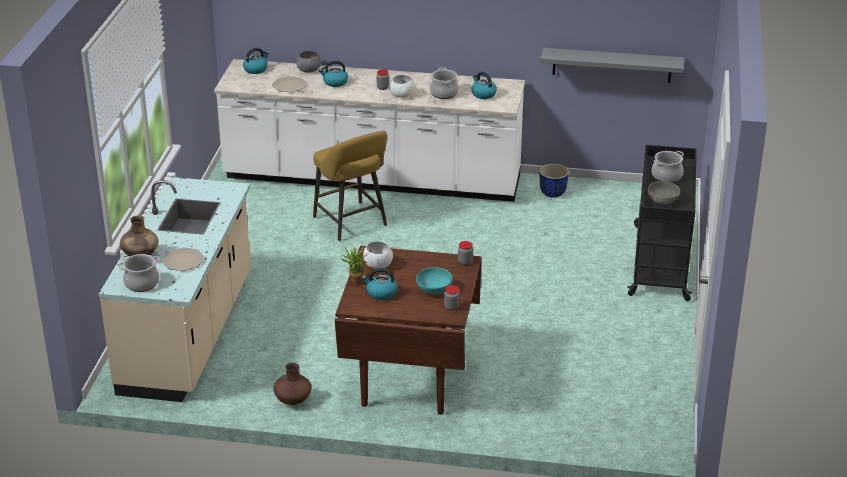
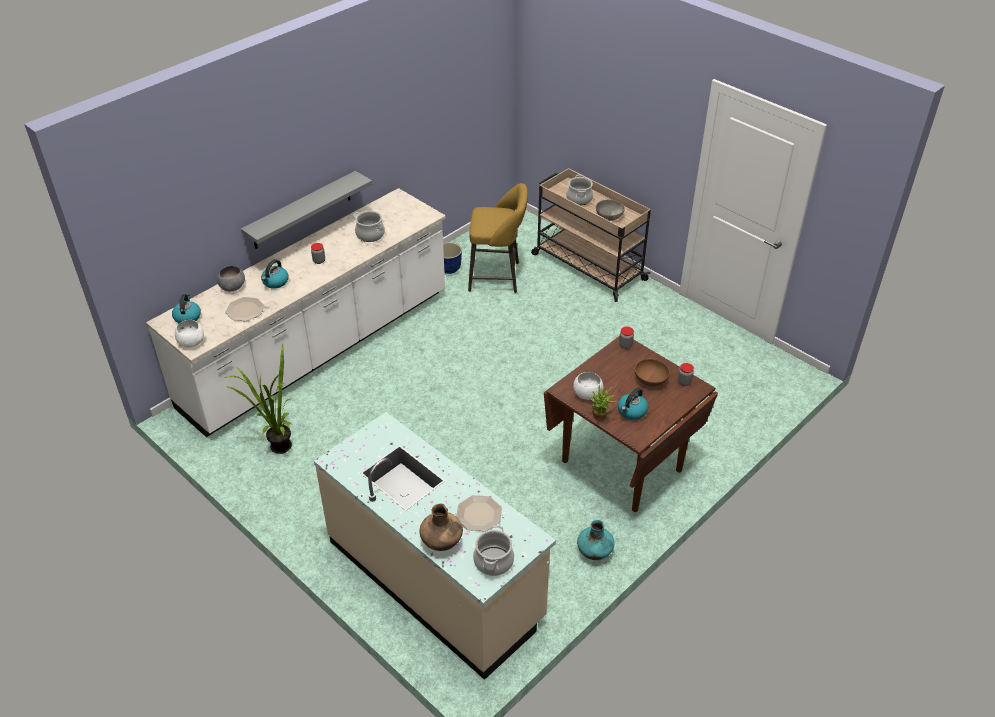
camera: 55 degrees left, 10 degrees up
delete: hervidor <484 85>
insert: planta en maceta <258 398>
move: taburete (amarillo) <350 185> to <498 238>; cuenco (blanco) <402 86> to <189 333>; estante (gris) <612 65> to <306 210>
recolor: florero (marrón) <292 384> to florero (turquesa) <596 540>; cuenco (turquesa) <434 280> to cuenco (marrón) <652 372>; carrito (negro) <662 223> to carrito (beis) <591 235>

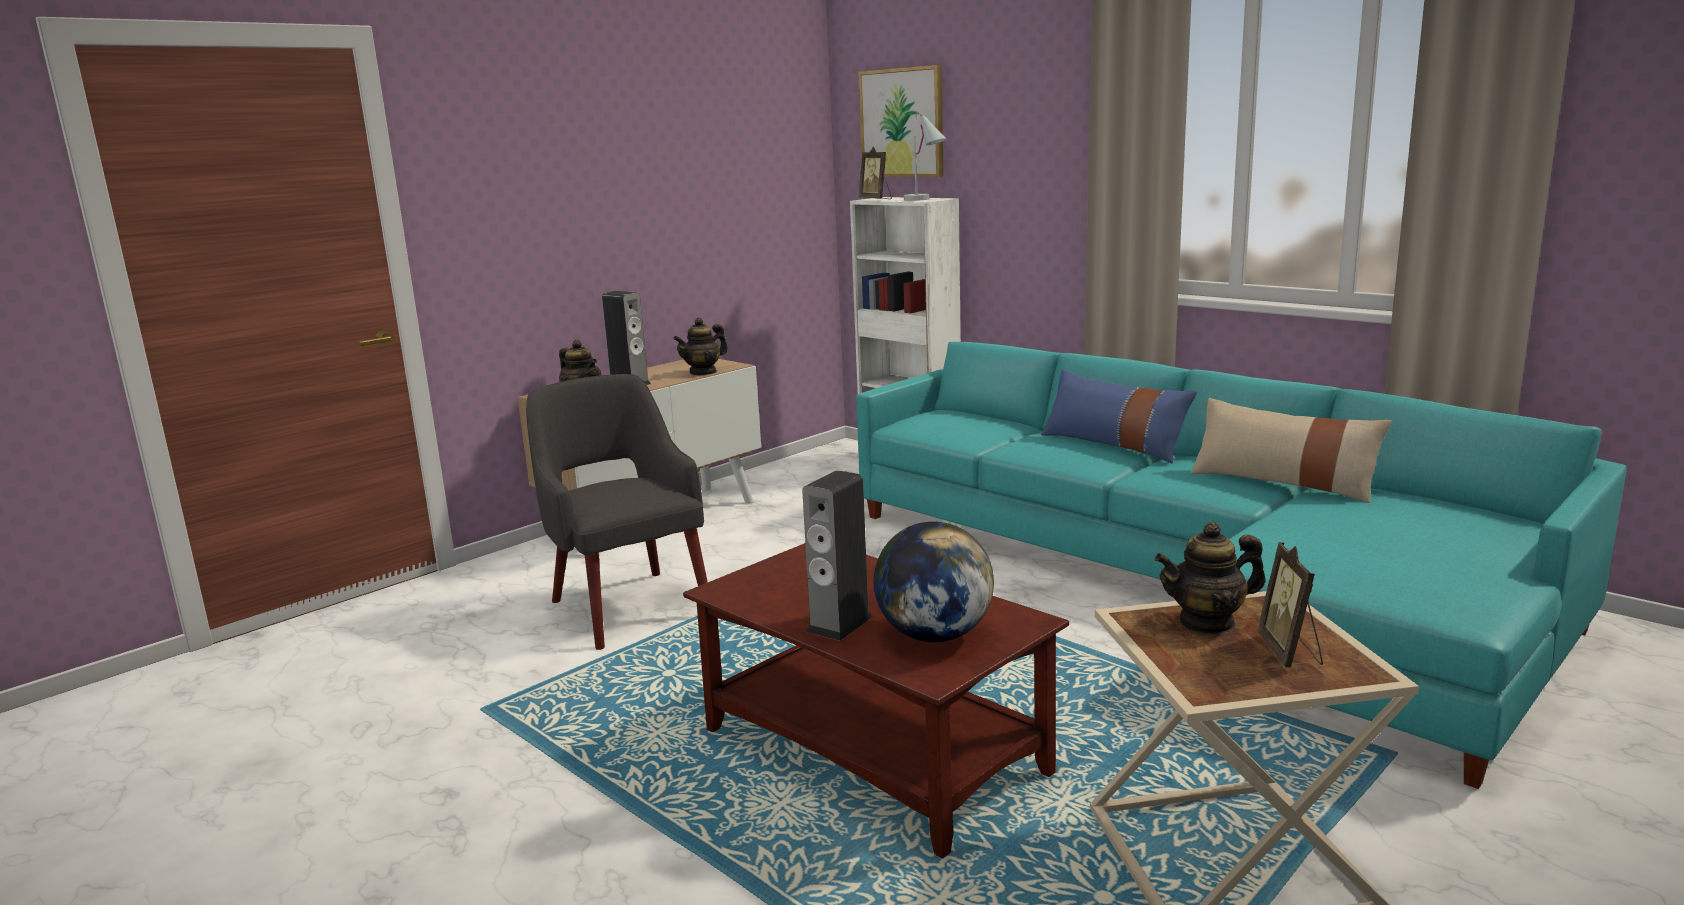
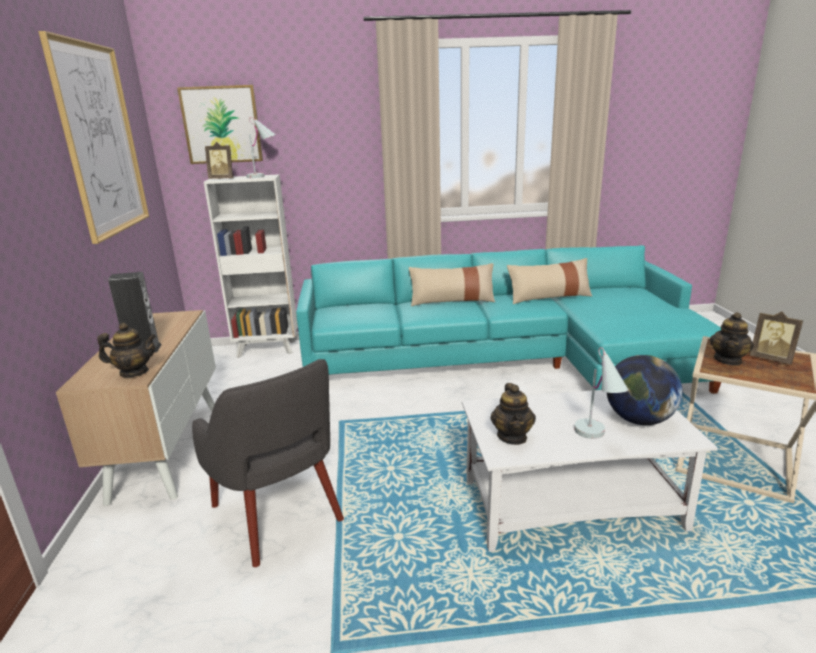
camera: 50 degrees left, 5 degrees up
insert: cuadro <93 137>
move: tetera <700 347> to <513 414>
replace: altavoz <837 555> to lámpara de mesa (blanco) <601 393>
recolor: mesa de centro (marrón) <876 700> to mesa de centro (blanco) <589 471>; cojín (azul) <1119 416> to cojín (beis) <452 284>
rotate: sillón (gris) <617 512> = <268 463> 135 degrees counterclockwise

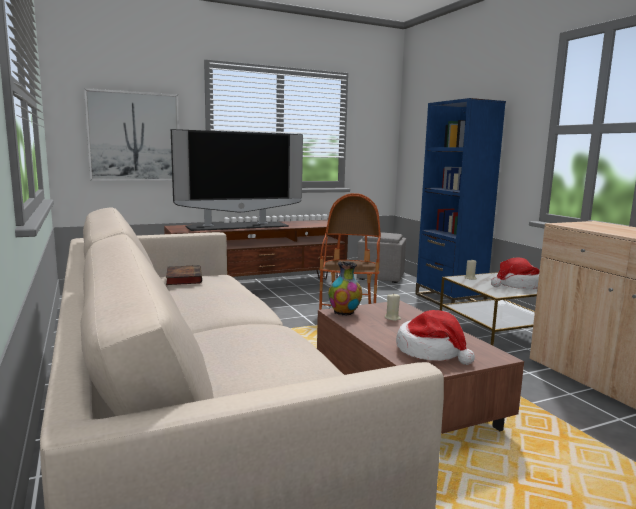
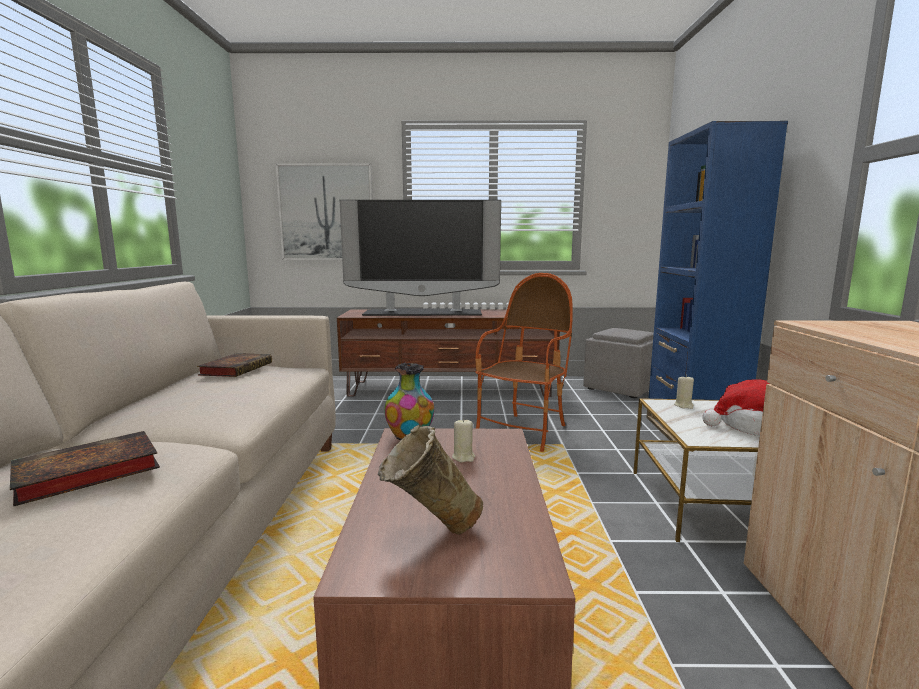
camera: 25 degrees right, 0 degrees up
insert: libro <85 468>
replace: sombrero <435 337> to florero (beis) <430 480>

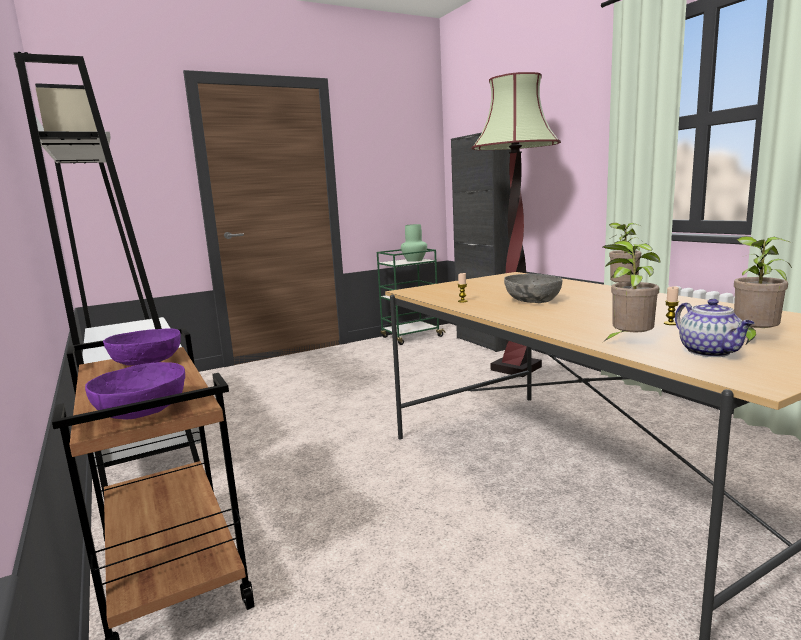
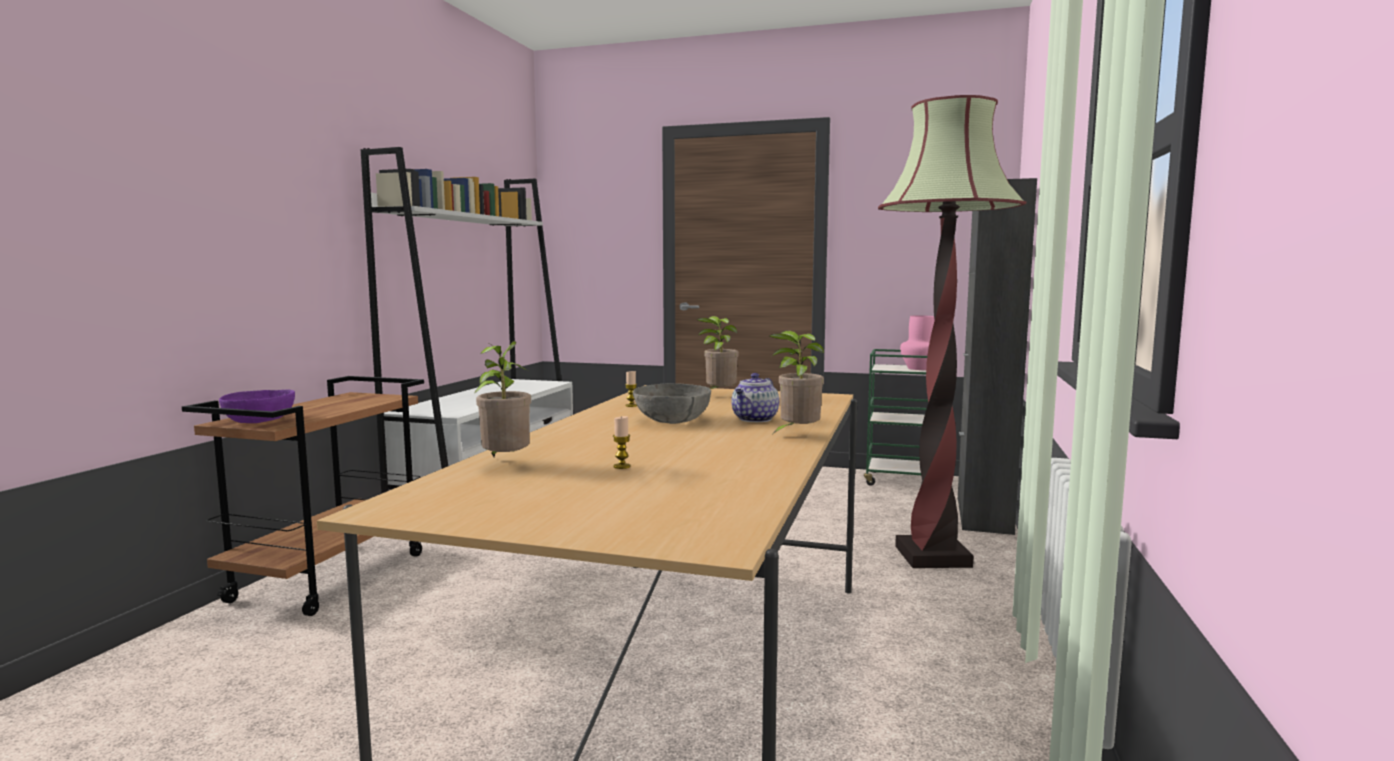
camera: 45 degrees right, 5 degrees down
delete: cuenco (morado) <142 347>
move: tetera <714 328> to <755 397>; planta en maceta <763 290> to <718 352>
recolor: florero (verde) <414 243> to florero (rosa) <917 343>

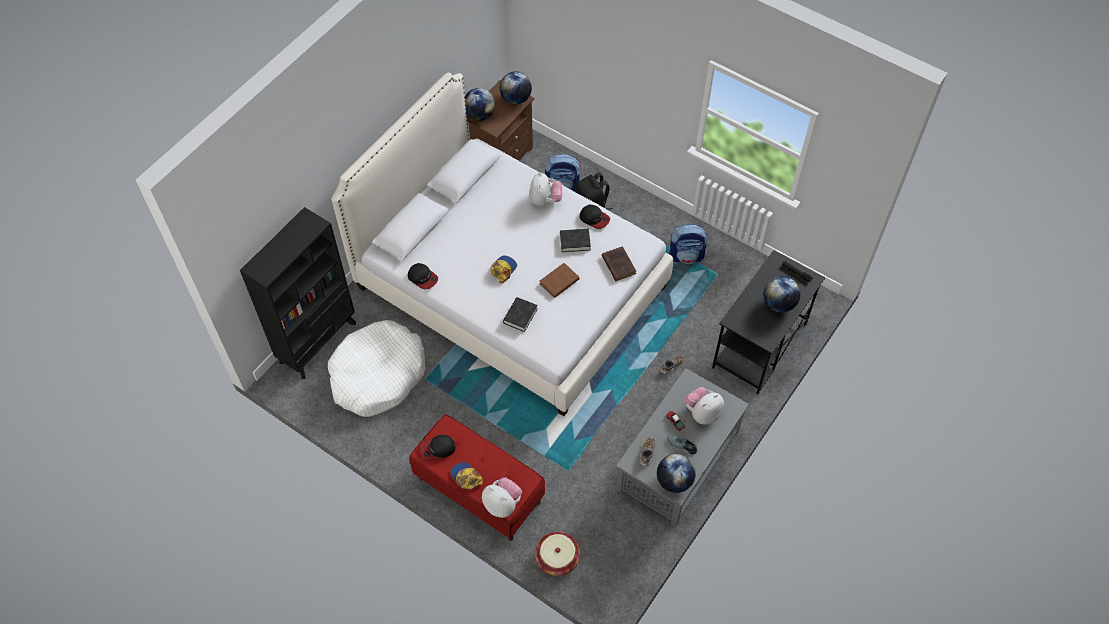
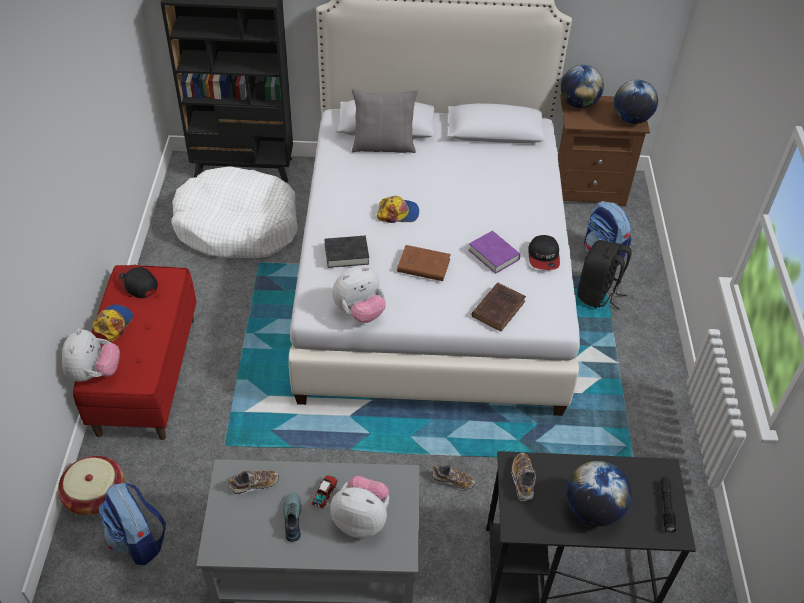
camera: 55 degrees right, 10 degrees down
delete: gorra <423 276>; globo terráqueo <676 473>
insert: cojín (gris) <385 121>; zapato <523 477>
move: peluche <546 189> to <359 294>; mochila <688 244> to <132 524>
recolor: libro (negro) <575 240> to libro (morado) <494 252>

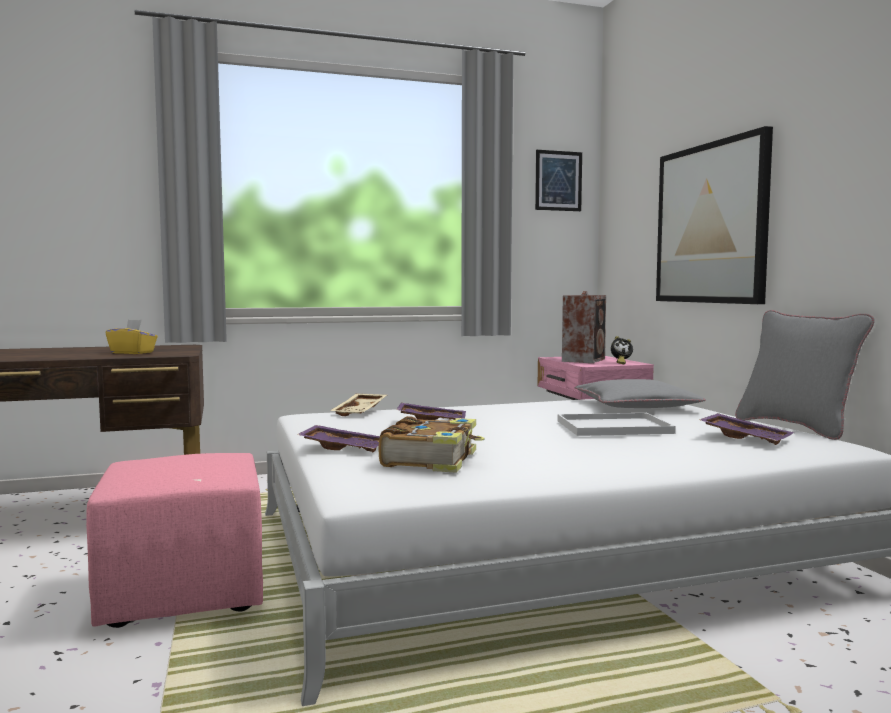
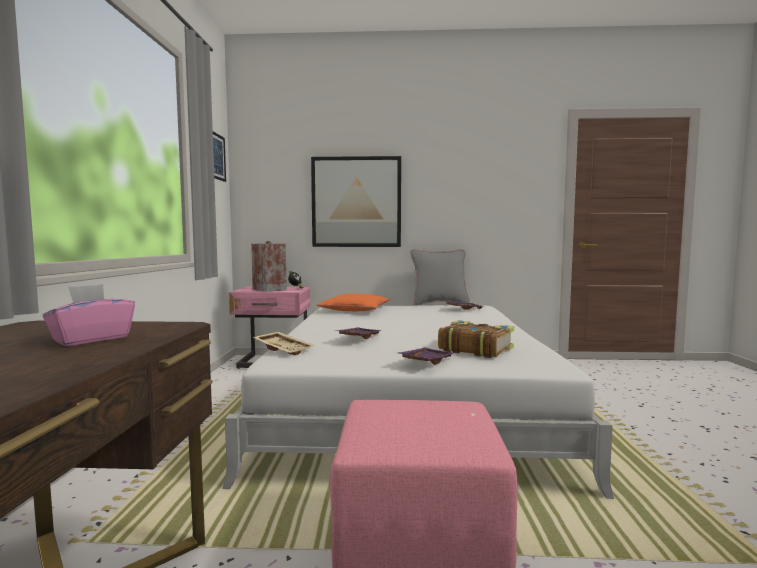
camera: 70 degrees left, 0 degrees up
delete: bandeja (blanco) <617 424>
recolor: caja de pañuelos (amarillo) <132 337> to caja de pañuelos (rosa) <88 315>; cojín (gris) <640 393> to cojín (naranja) <353 302>

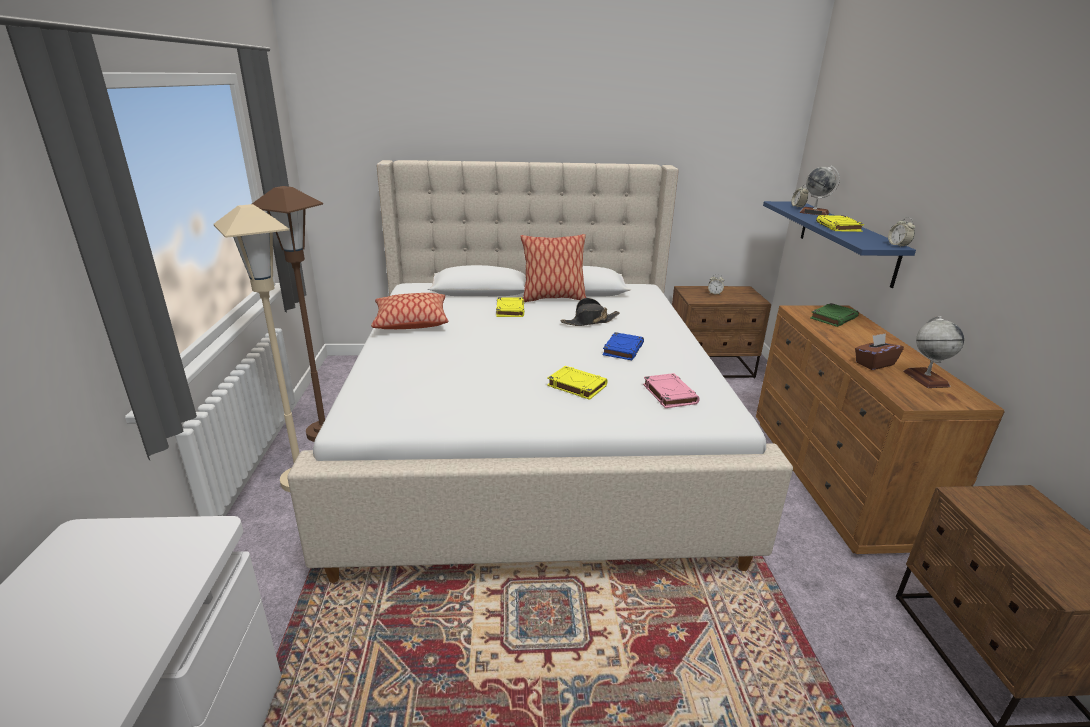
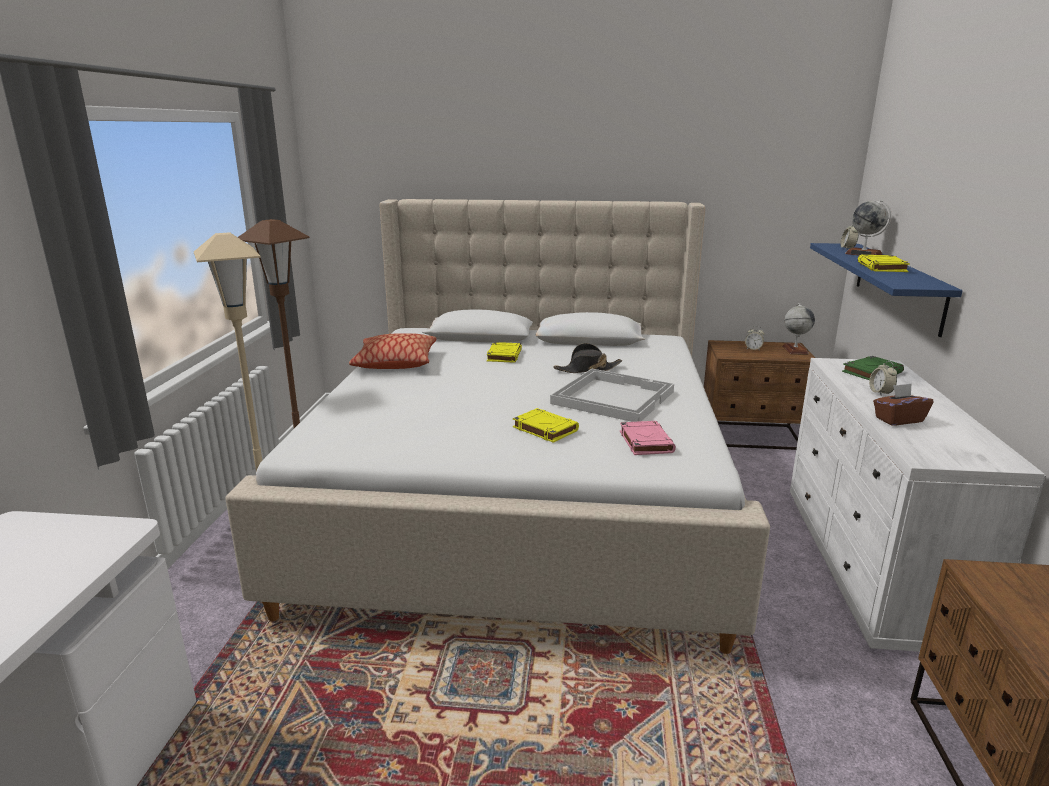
camera: 10 degrees right, 5 degrees down
delete: cojín <553 268>
move: despertador <901 232> to <883 378>; globo terráqueo <933 352> to <798 328>
replace: libro (azul) <623 346> to bandeja (blanco) <612 395>
recolor: cómoda (marrón) <880 429> to cómoda (blanco) <918 505>

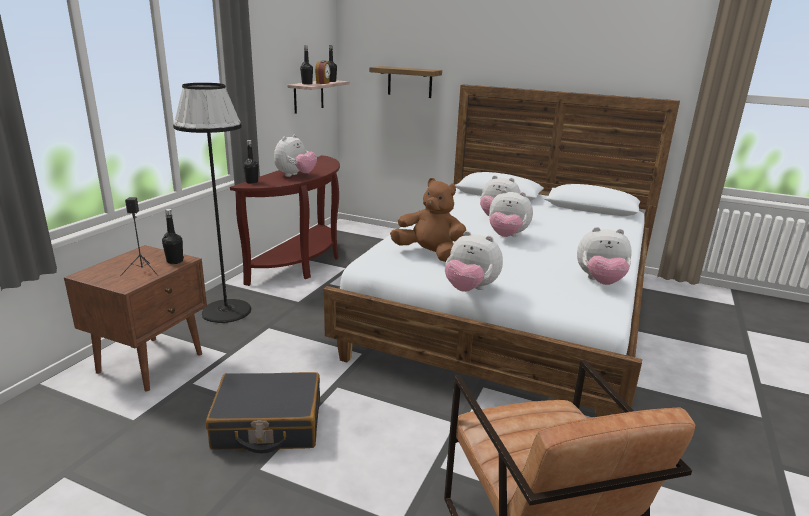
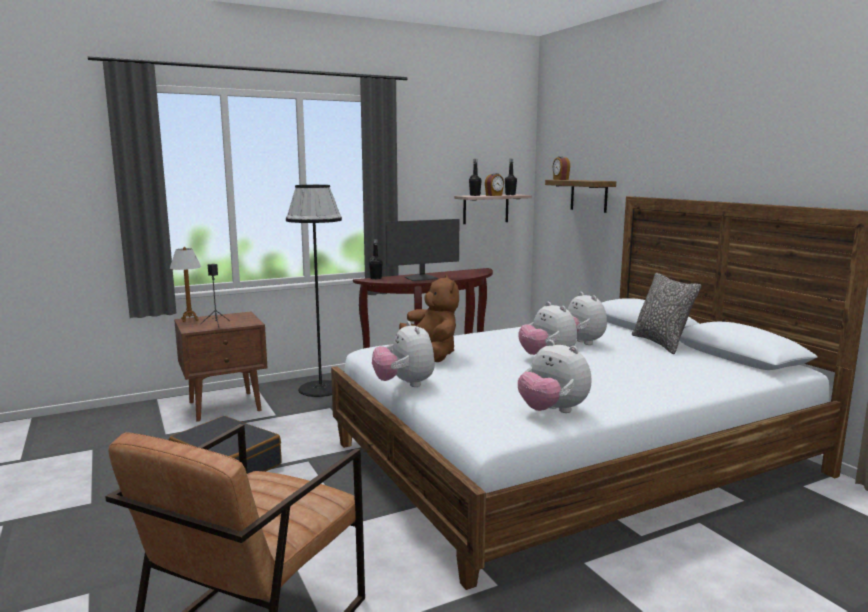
camera: 40 degrees right, 10 degrees down
delete: botella (negro) <173 236>
insert: lámpara de mesa <185 284>; despertador <561 168>; cojín <666 313>
replace: peluche <295 155> to monitor <422 250>

